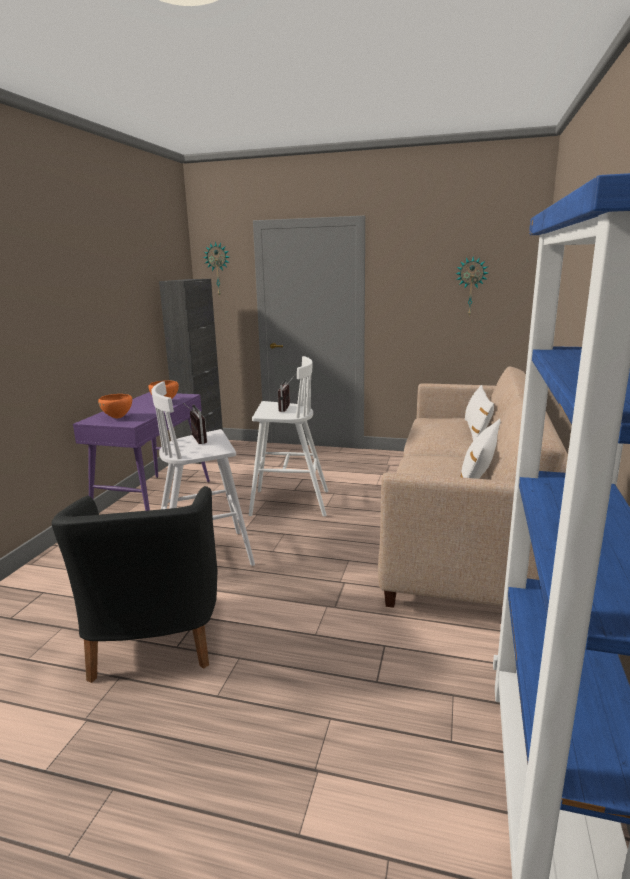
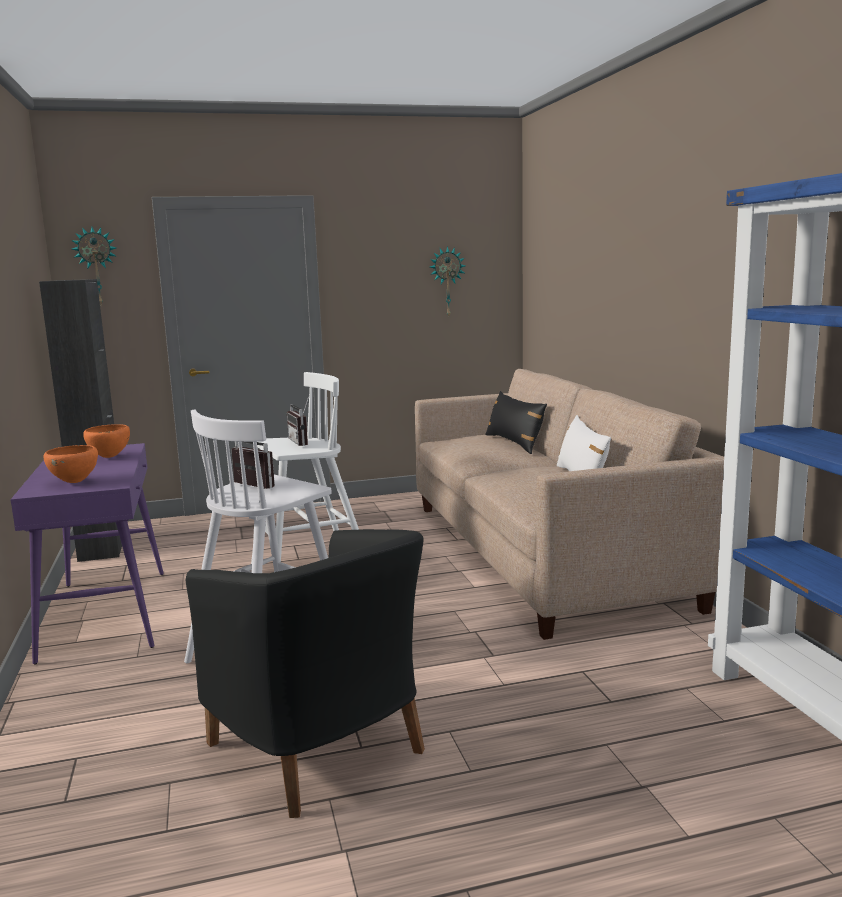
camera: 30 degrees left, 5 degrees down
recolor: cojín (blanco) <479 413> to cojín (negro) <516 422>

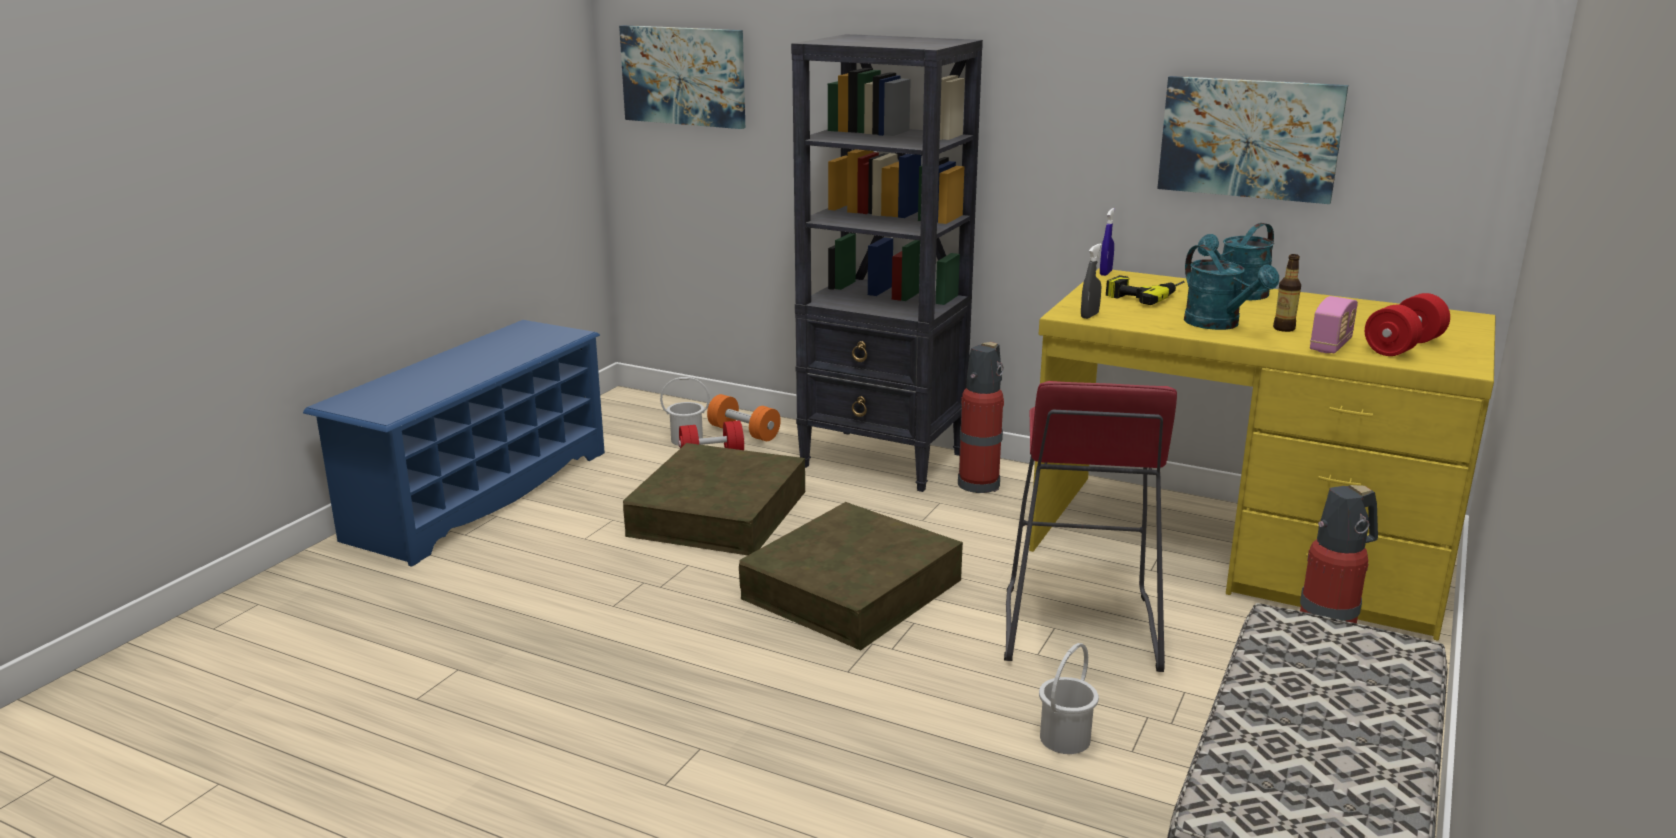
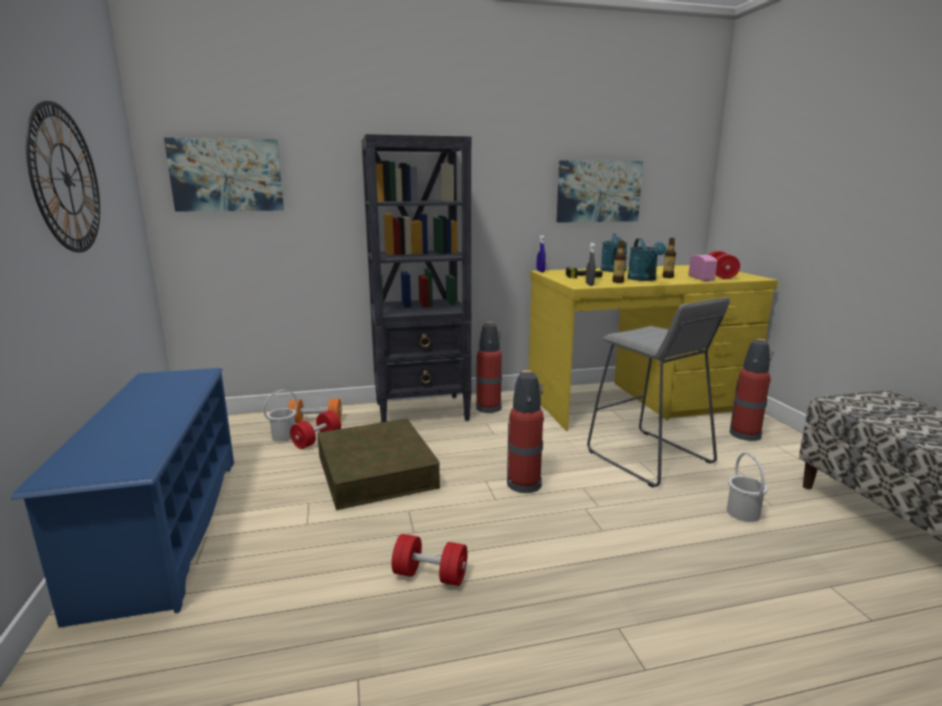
camera: 40 degrees left, 5 degrees down
insert: reloj de pared <63 177>; mancuerna (rojo) <429 560>; botella <619 261>
replace: caja de almacenaje (marrón) <851 576> to extintor <525 431>
recolor: taburete (rojo) <1090 526> to taburete (gris) <658 392>
rotate: regadera (turquesa) <1231 287> = <647 259> 60 degrees clockwise

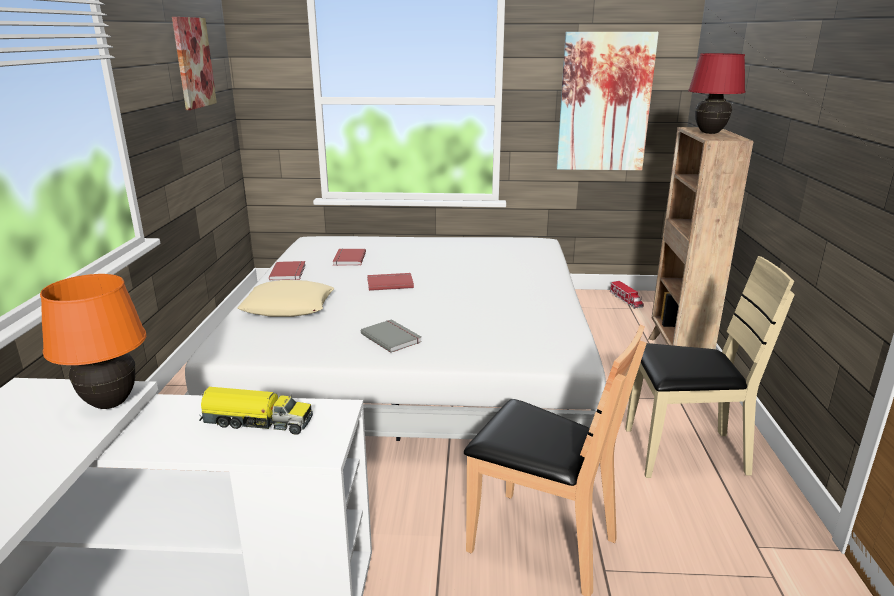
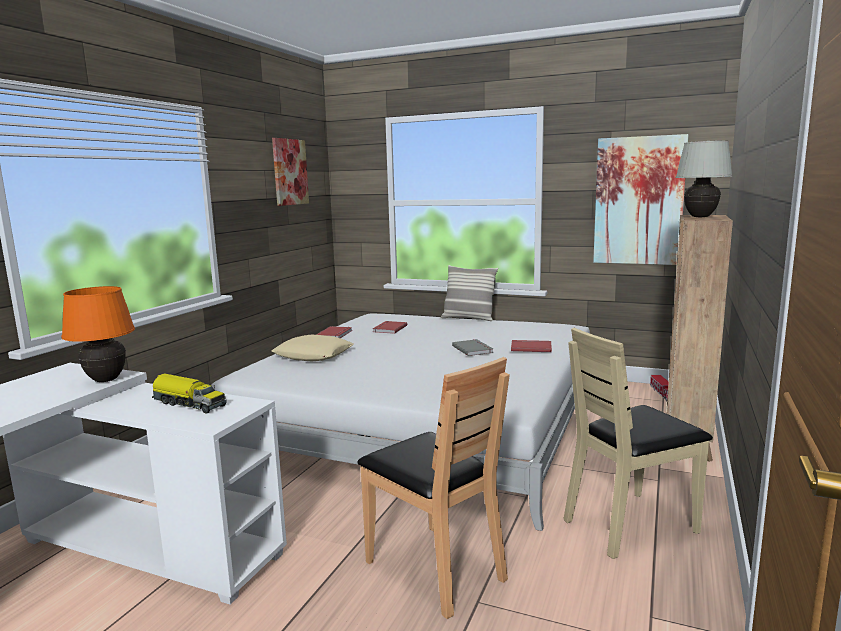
camera: 20 degrees right, 10 degrees down
insert: cojín <469 293>
move: libro (gris) <391 336> to <473 347>; libro (rojo) <390 282> to <531 346>
recolor: lámpara de mesa (rojo) <716 93> to lámpara de mesa (blanco) <704 178>
rotate: silla (beis) <710 367> = <638 443> 135 degrees clockwise

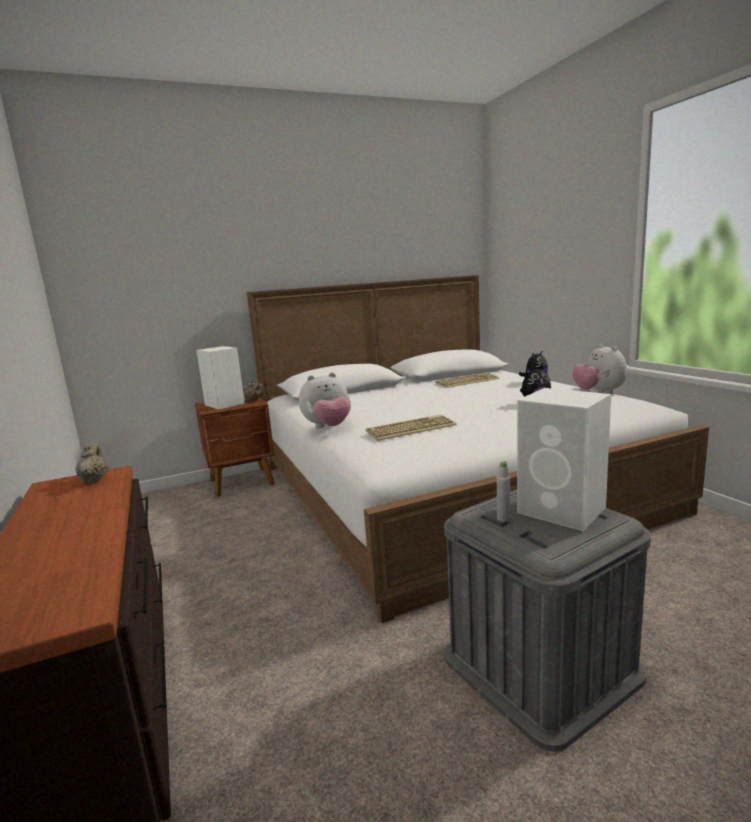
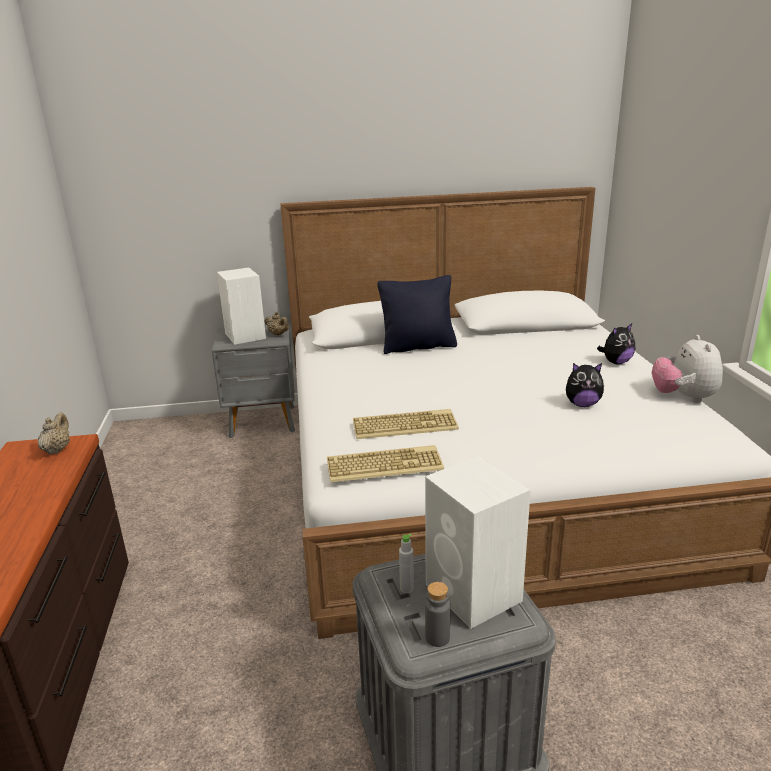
camera: 15 degrees right, 10 degrees up
delete: peluche <325 400>
insert: cojín (negro) <417 314>; botella (gris) <437 614>
move: teclado <467 380> to <385 463>
recolor: mesita de noche (marrón) <235 447> to mesita de noche (gris) <253 380>

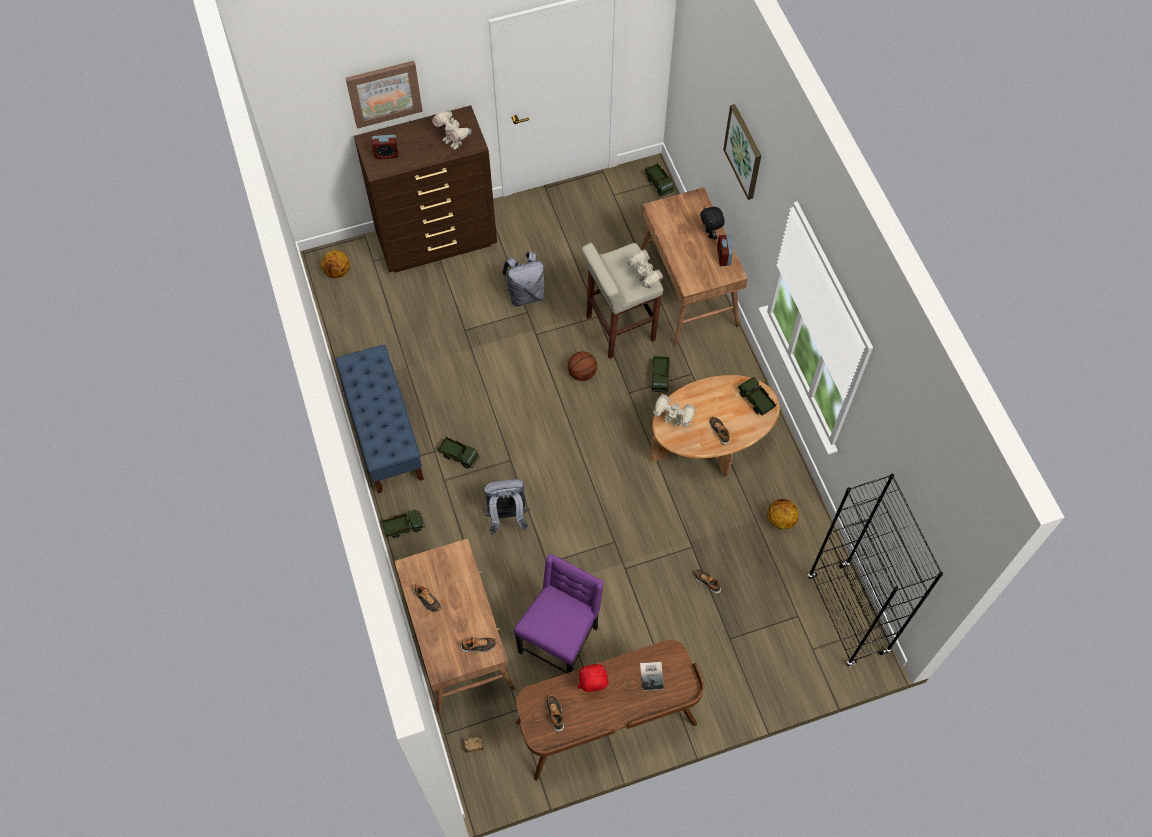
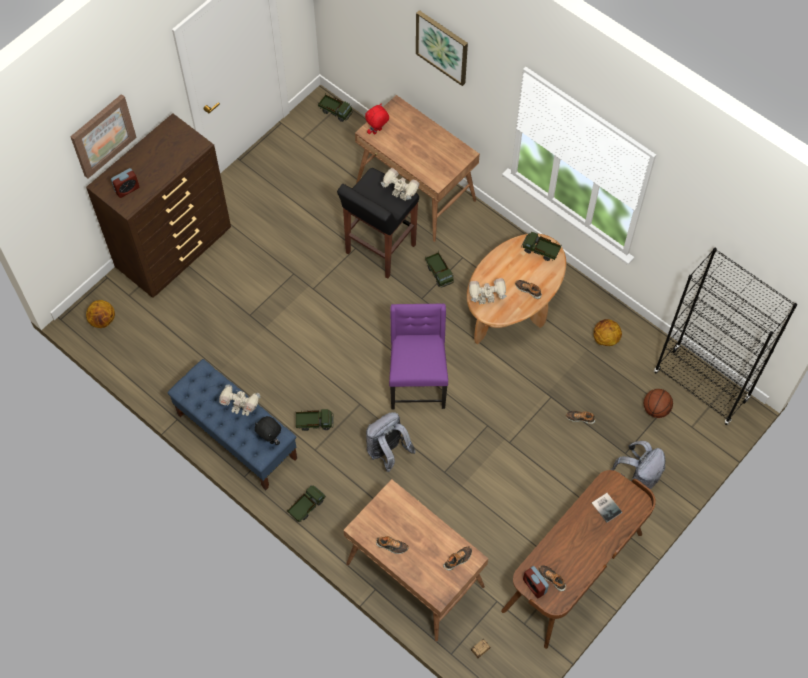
camera: 30 degrees left, 0 degrees up
move: robot de juguete <451 129> to <239 400>; mochila (gris) <523 279> to <637 465>; silla (morado) <559 613> to <418 357>; balón de baloncesto <582 366> to <658 403>; peluche (rojo) <593 678> to <377 119>; peluche (negro) <712 223> to <268 430>; despertador <725 250> to <536 582>
recolor: taburete (beis) <622 301> to taburete (negro) <378 223>

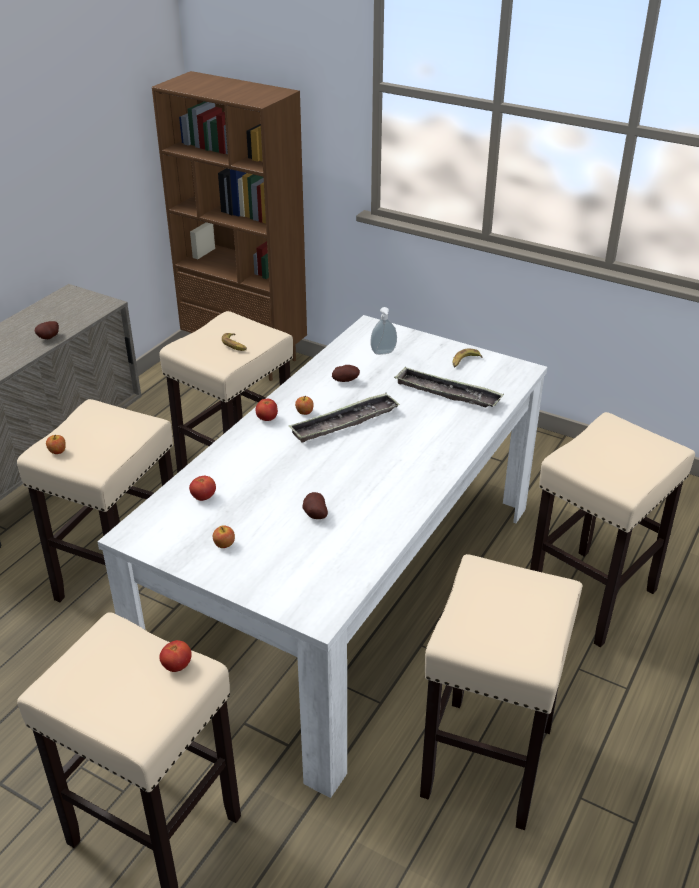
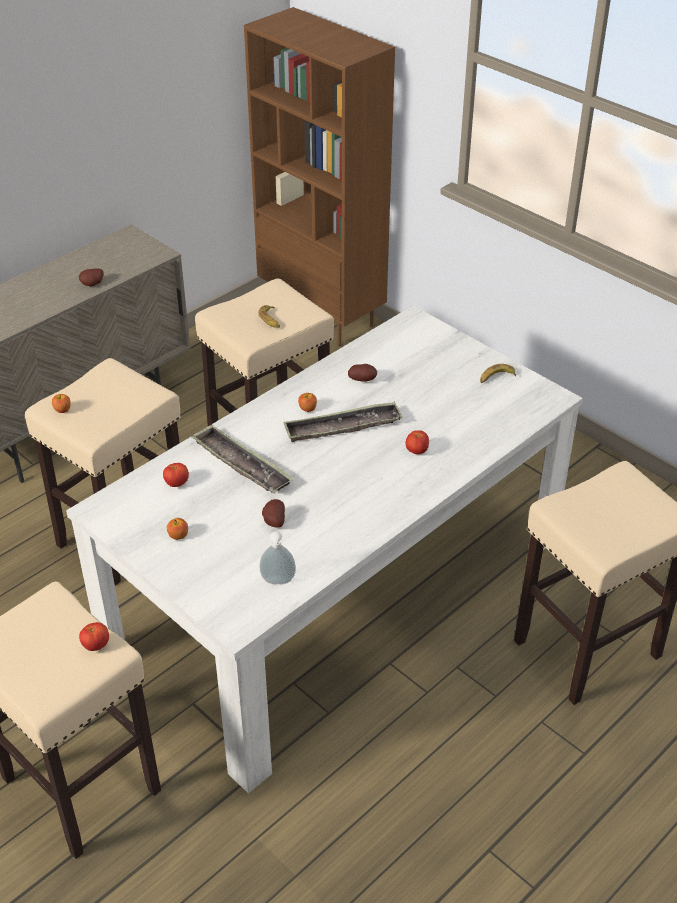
camera: 15 degrees right, 5 degrees up
delete: taburete (beis) <501 692>
move: tomate <267 410> to <417 442>; dispensador de jabón <383 331> to <277 558>; bandeja <449 386> to <242 458>

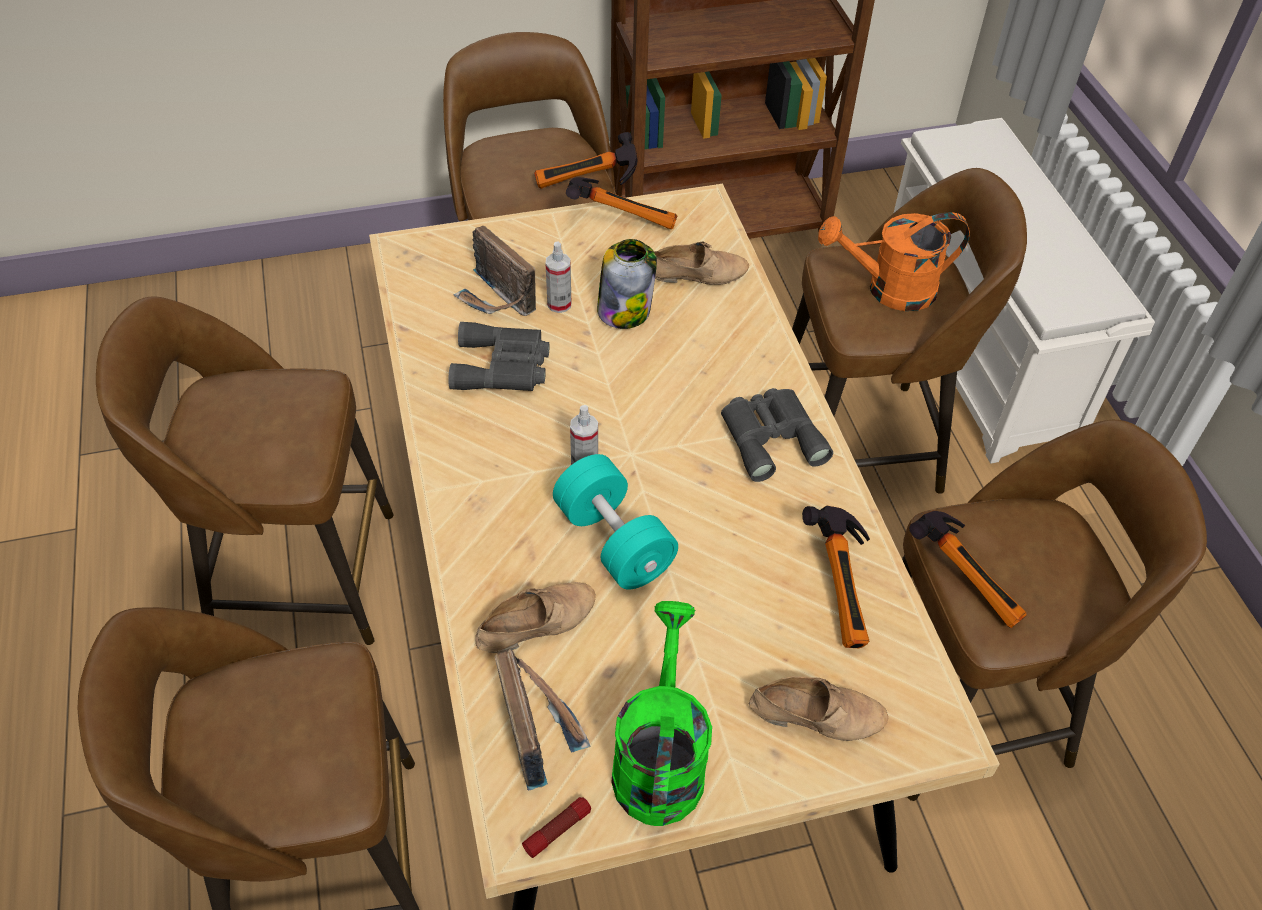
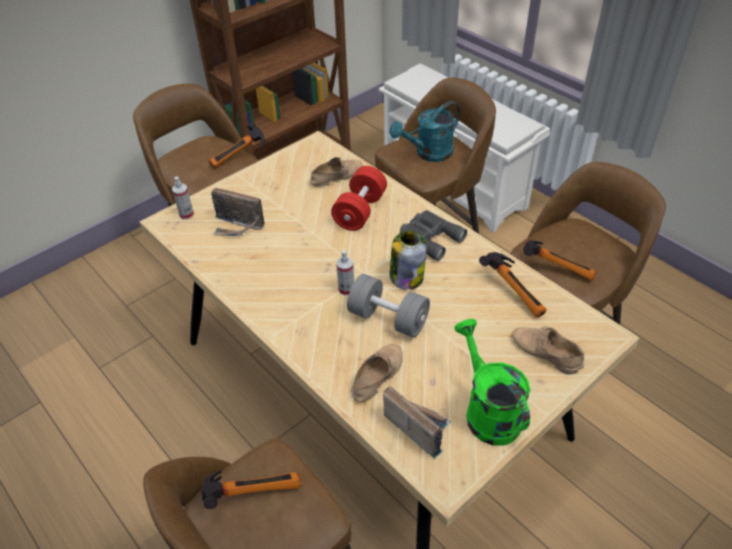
camera: 25 degrees left, 5 degrees down
delete: taburete (marrón) <245 470>; prismáticos (gris) <498 356>; linterna <556 827>
insert: mancuerna (rojo) <359 198>
move: pulverizador <558 277> to <183 198>; martillo <621 203> to <251 489>; tarro <627 284> to <408 260>
recolor: mancuerna (turquesa) <615 521> to mancuerna (gris) <388 306>; regadera (naranja) <894 261> to regadera (turquesa) <425 131>
rotate: zapato (beis) <818 708> = <548 350> 120 degrees counterclockwise

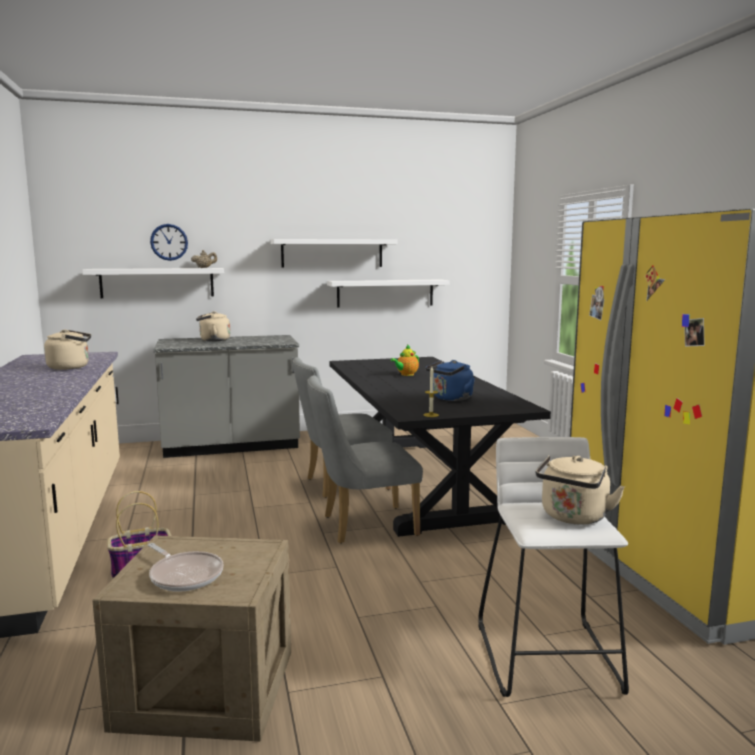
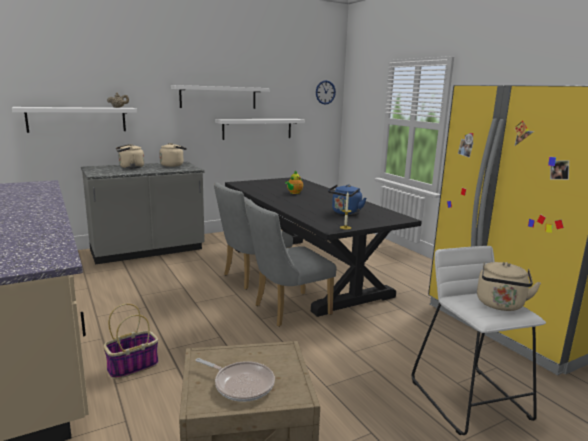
camera: 15 degrees left, 5 degrees up
move: hervidor (beis) <67 350> to <173 155>; reloj de pared <169 242> to <326 92>

